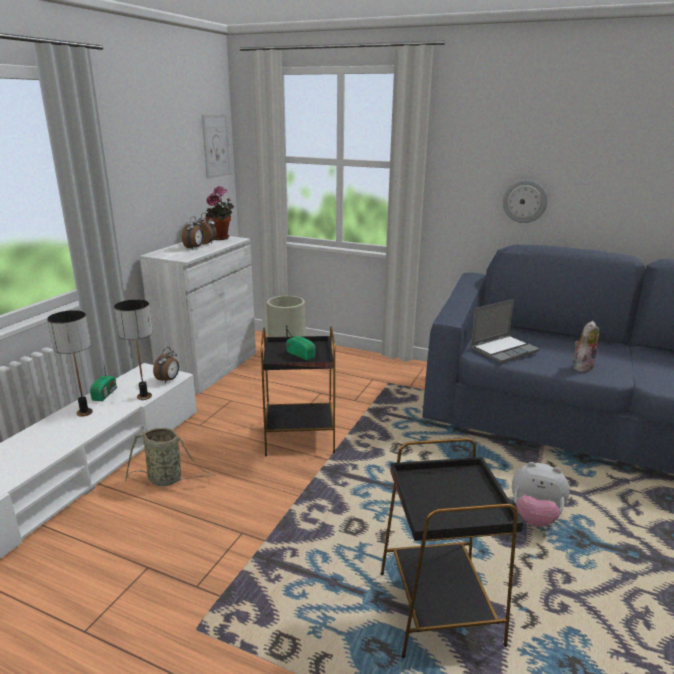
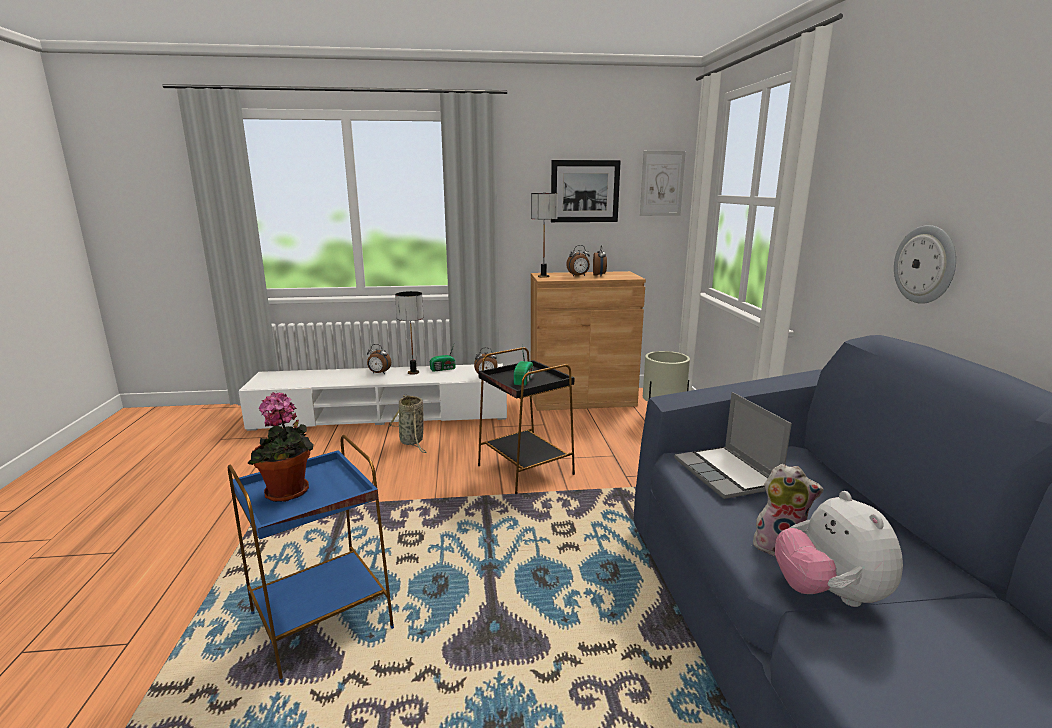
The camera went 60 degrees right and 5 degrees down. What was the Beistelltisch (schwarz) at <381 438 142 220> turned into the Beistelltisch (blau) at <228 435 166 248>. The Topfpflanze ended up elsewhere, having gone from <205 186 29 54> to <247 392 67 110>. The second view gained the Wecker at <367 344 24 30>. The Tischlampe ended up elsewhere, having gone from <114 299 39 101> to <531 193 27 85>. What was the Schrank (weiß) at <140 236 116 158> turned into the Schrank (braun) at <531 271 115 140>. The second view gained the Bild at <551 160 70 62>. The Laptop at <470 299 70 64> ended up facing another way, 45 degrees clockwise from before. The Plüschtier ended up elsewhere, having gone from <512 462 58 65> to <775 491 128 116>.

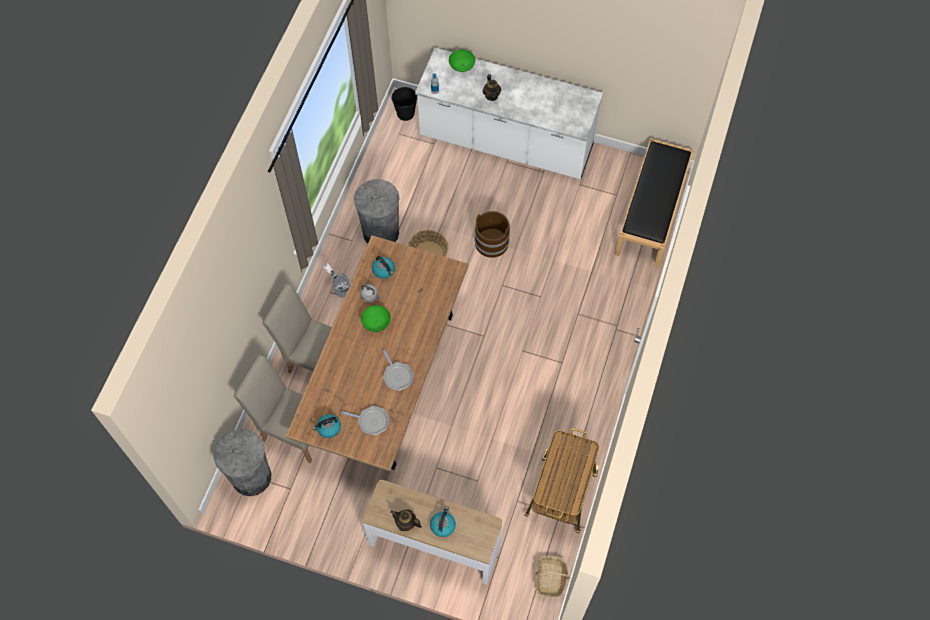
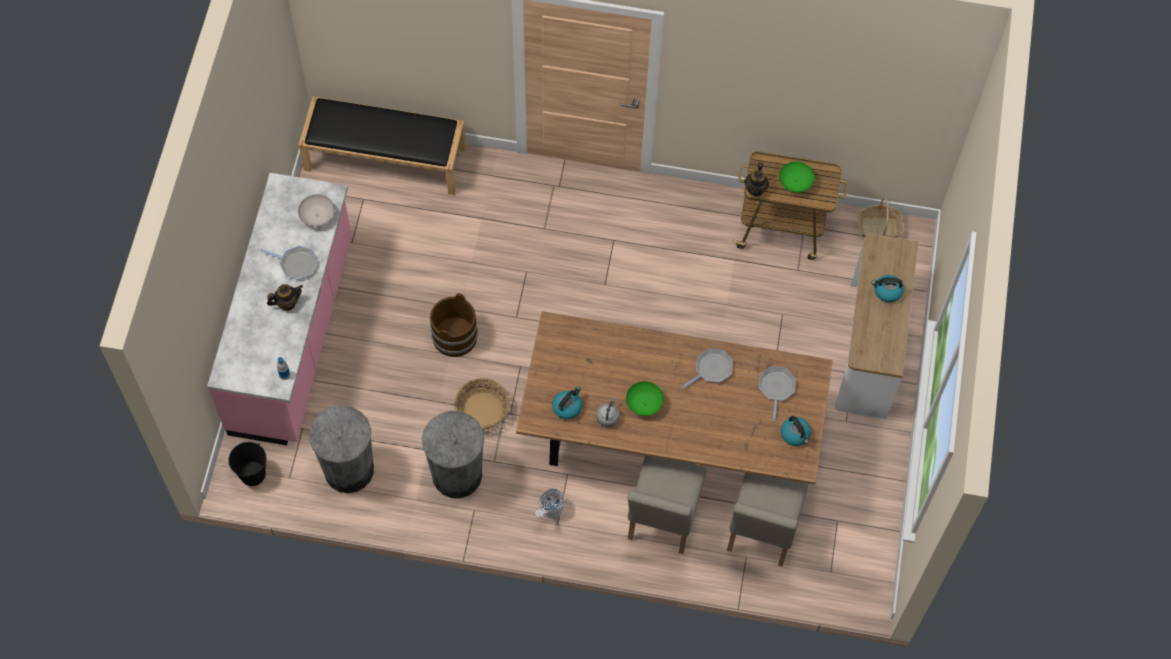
The camera went 100 degrees left and 0 degrees up. What was the Küchenzeile (weiß) at <415 48 188 131> turned into the Küchenzeile (rosa) at <207 173 145 273>. The second view gained the Pfanne at <261 246 57 34>. The second view gained the Schüssel (weiß) at <298 194 37 33>. The Mülleimer (grau) ended up elsewhere, having gone from <214 429 57 67> to <309 405 65 88>. The Teekanne ended up elsewhere, having gone from <391 509 31 22> to <744 162 25 34>. The Schüssel (grün) ended up elsewhere, having gone from <449 50 26 22> to <779 161 36 32>.

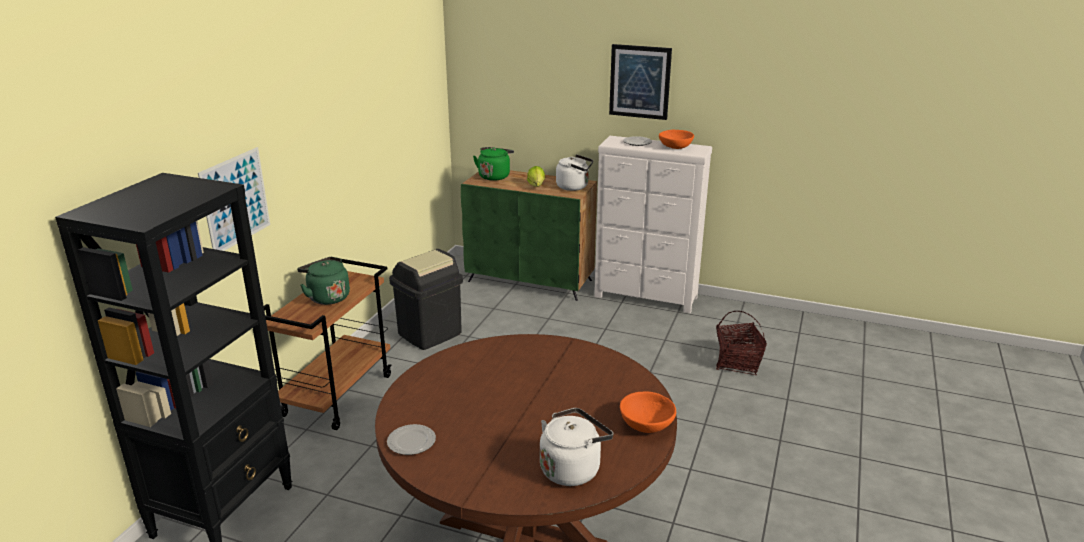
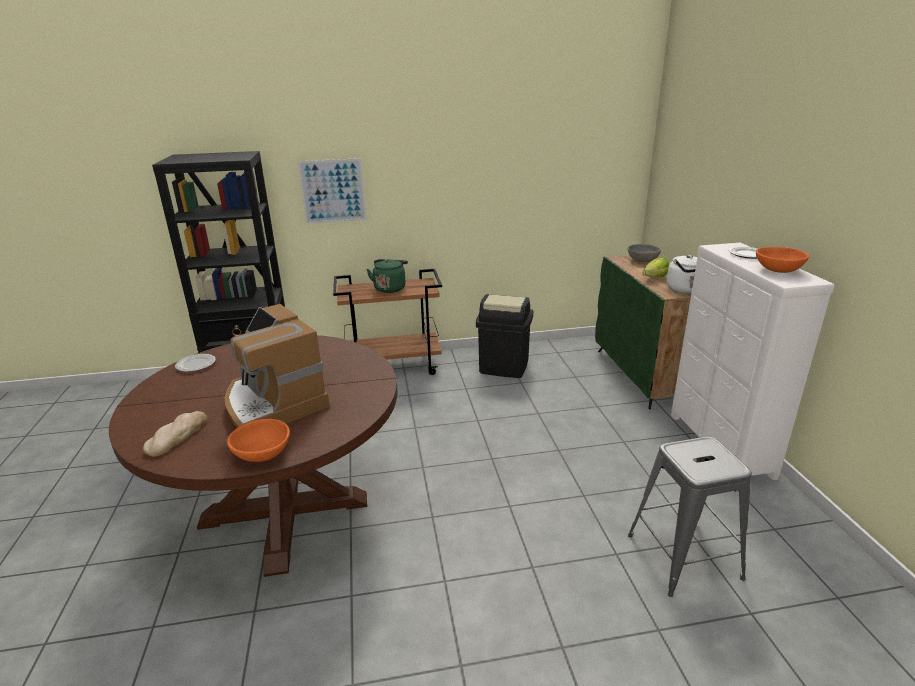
The camera went 60 degrees right and 0 degrees up. Where the Wasserkessel (weiß) stood at <540 408 73 78>, the Brot came to stand at <143 411 65 46>. The second view gained the Kaffeemaschine at <224 304 106 124>. Where the Wasserkessel (grün) stood at <473 147 41 34>, the Schüssel (grau) came to stand at <627 244 34 18>. Where the Korb stood at <716 311 51 64>, the Hocker (grau) came to stand at <628 437 124 160>. The second view lost the Bild at <609 44 63 76>.

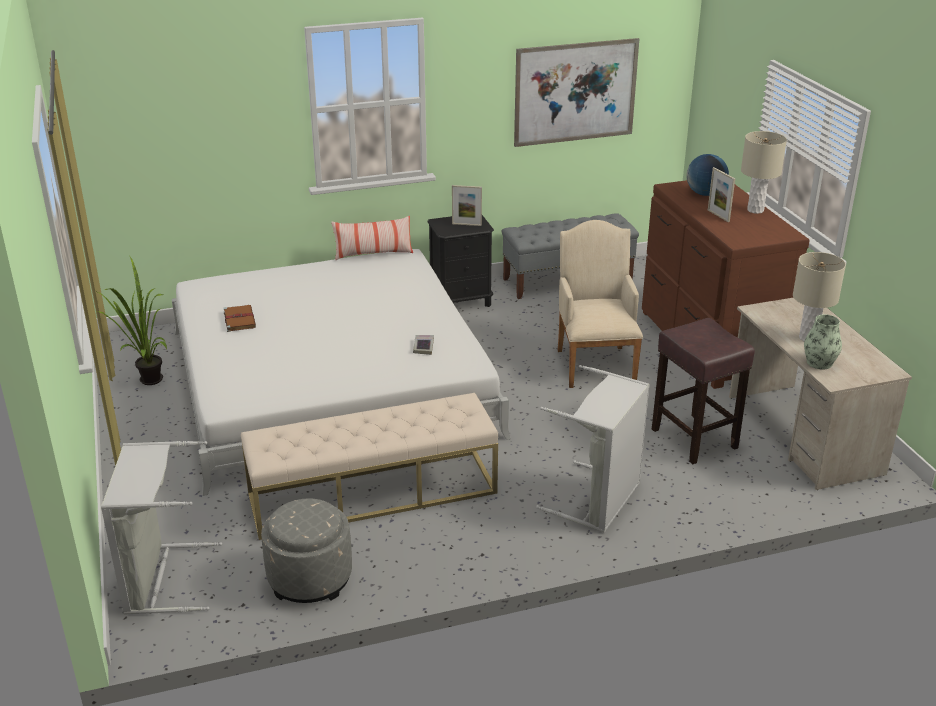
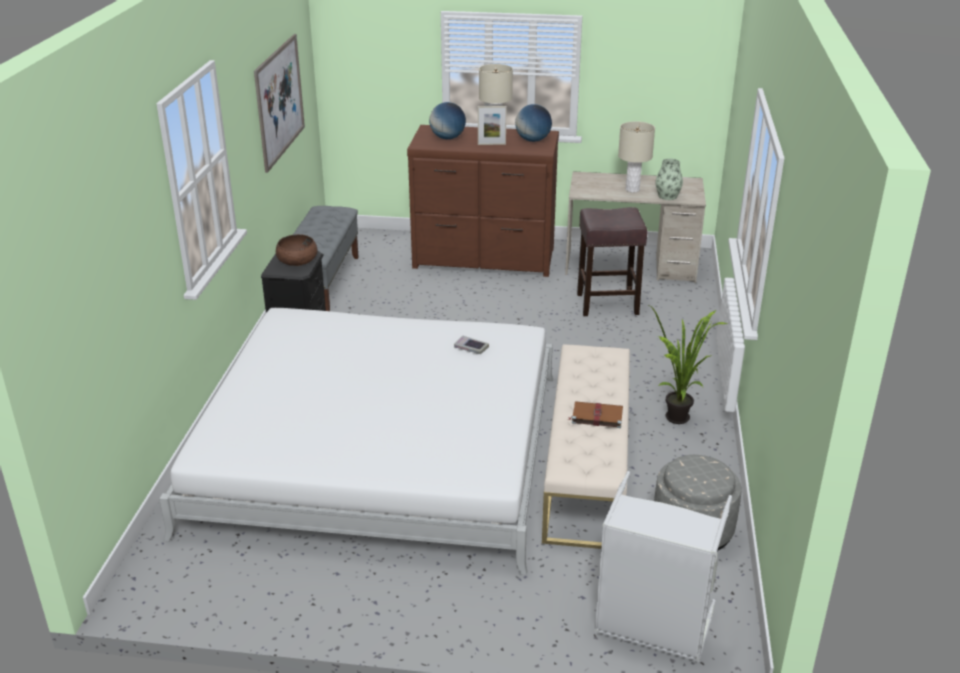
The camera went 65 degrees left and 0 degrees up. Where the Bilderrahmen stood at <452 185 30 41>, the Schüssel (braun) came to stand at <276 234 41 32>. The second view gained the Globus at <515 104 37 38>. The Buch (braun) ended up elsewhere, having gone from <223 305 33 27> to <568 401 55 27>. The Topfpflanze ended up elsewhere, having gone from <97 257 70 128> to <649 305 79 119>. The second view lost the Kissen at <331 216 82 44>. The second view lost the Wäschekorb (grau) at <536 365 114 168>. The second view lost the Sessel (beige) at <558 220 85 168>.

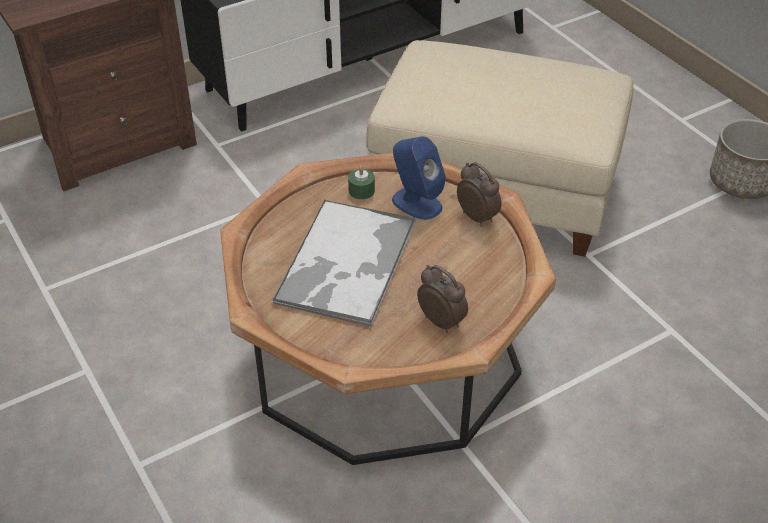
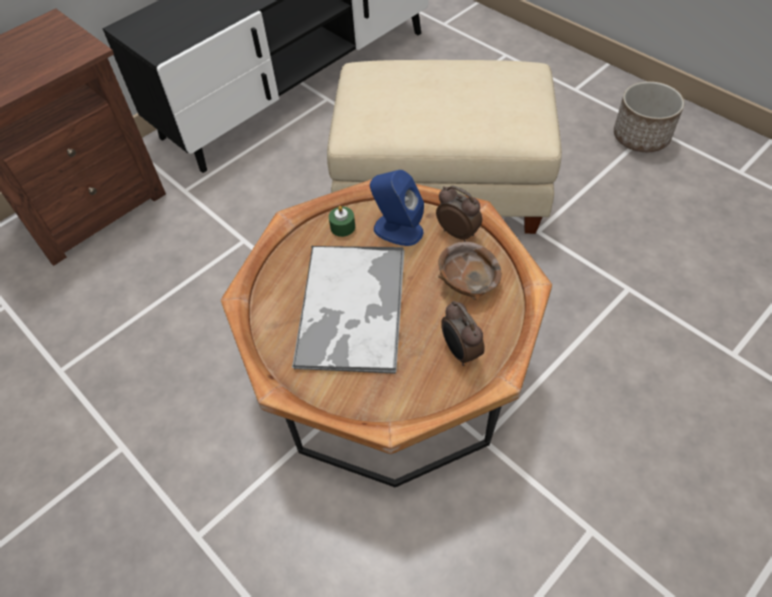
The camera went 10 degrees left and 10 degrees up. The second view gained the Schüssel (braun) at <438 242 64 58>. The Wecker at <417 265 51 68> ended up facing another way, 150 degrees counterclockwise from before.

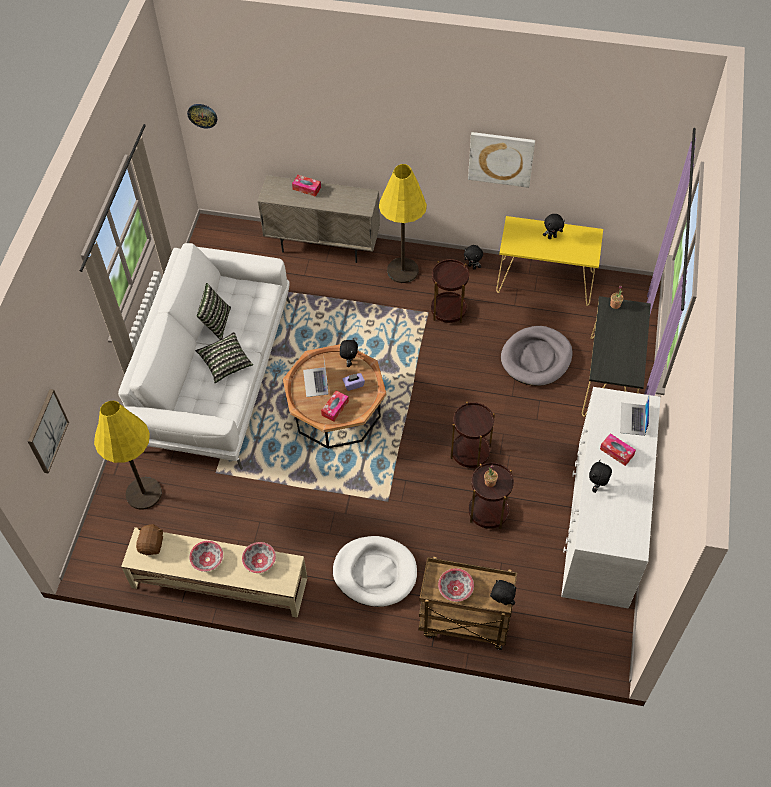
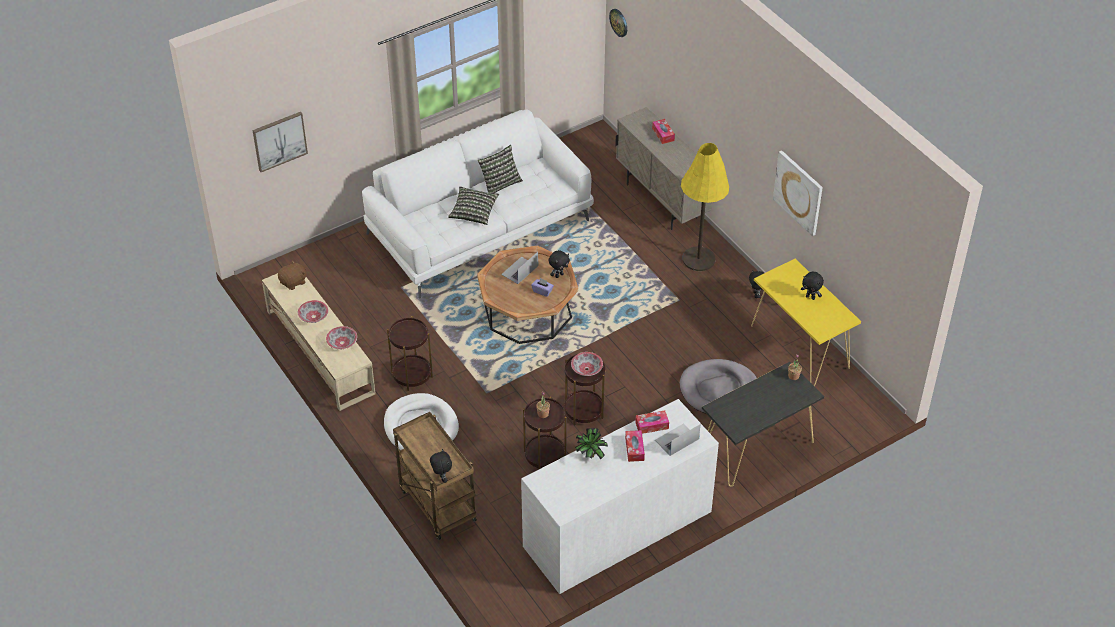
The camera went 45 degrees right and 10 degrees down. The Beistelltisch (braun) ended up elsewhere, having gone from <431 259 38 64> to <387 316 46 75>. The Schüssel ended up elsewhere, having gone from <438 568 36 34> to <571 352 32 24>. Where the Plüschtier (schwarz) stood at <589 460 23 33>, the Topfpflanze came to stand at <575 428 33 31>. The Taschentuchbox ended up elsewhere, having gone from <321 391 28 31> to <635 410 34 24>. The second view lost the Stehlampe (gelb) at <94 401 68 108>.

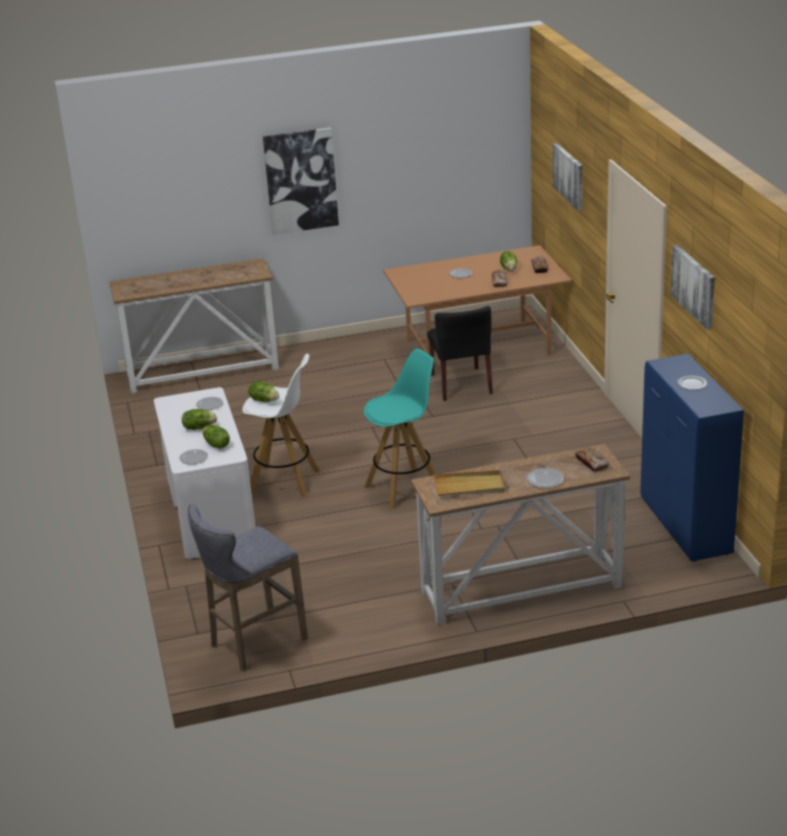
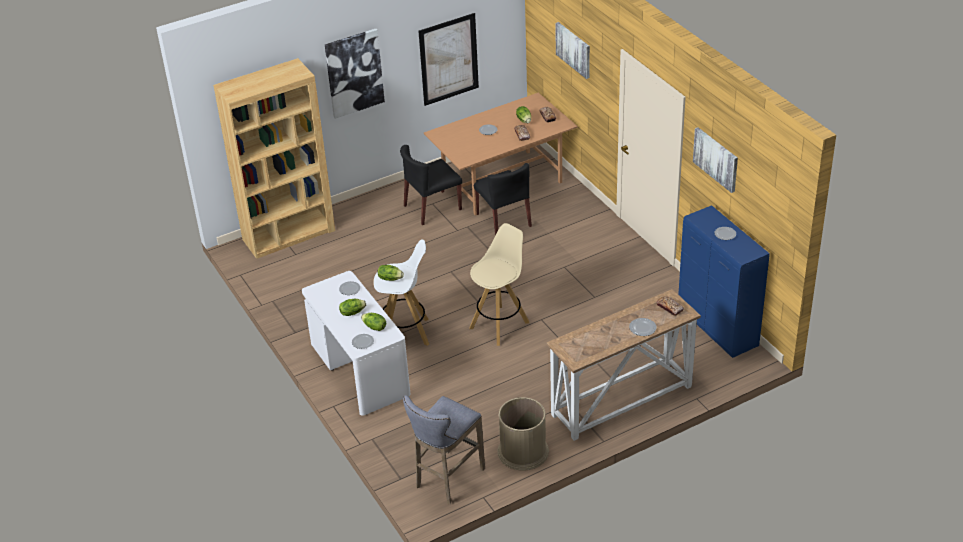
The camera went 15 degrees left and 10 degrees up. Where the Konsolentisch stood at <109 258 170 136>, the Bücherregal (braun) came to stand at <213 58 122 201>. The second view gained the Stuhl (schwarz) at <400 145 62 80>. The second view gained the Bild at <418 13 61 93>. What was the Hocker (türkis) at <364 349 72 160> turned into the Hocker (beige) at <469 223 60 123>. The second view gained the Mülleimer (braun) at <498 397 51 74>. The second view lost the Tablett (beige) at <434 470 72 26>.

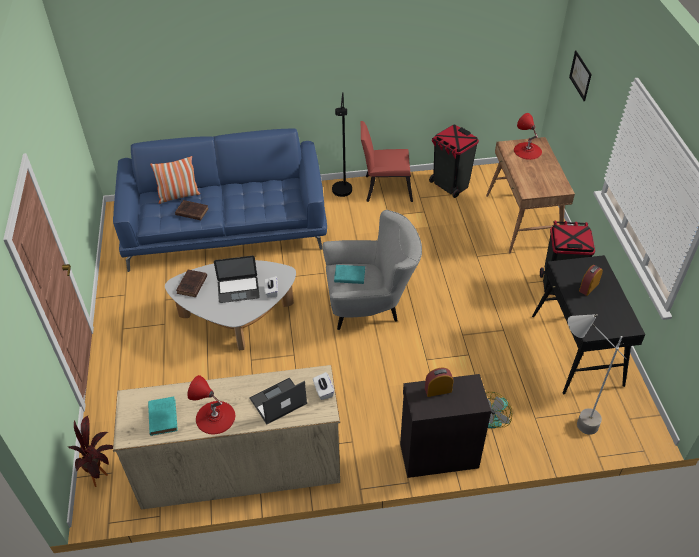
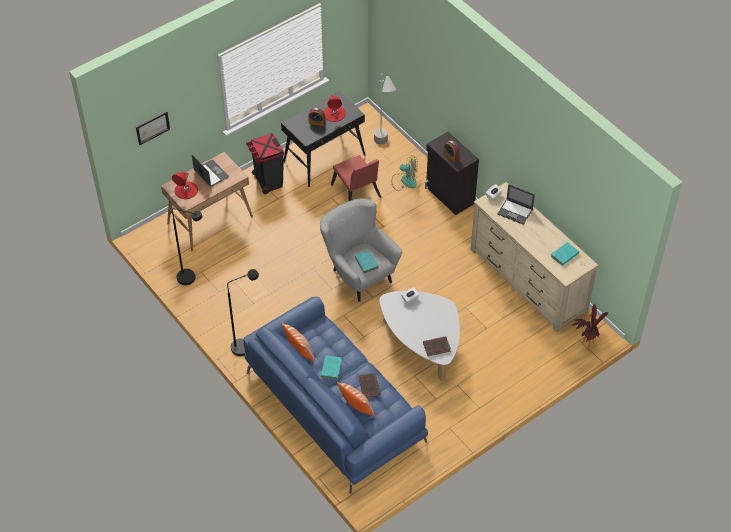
The camera went 120 degrees left and 5 degrees up. Where the Mülleimer (schwarz) stood at <429 125 50 73>, the Stehlampe (schwarz) came to stand at <172 208 30 77>. The Laptop ended up elsewhere, having gone from <214 256 46 47> to <192 155 37 32>. The second view gained the Kissen at <281 322 34 40>. The second view gained the Buch (türkis) at <321 355 21 25>. The Tischlampe (rot) ended up elsewhere, having gone from <187 375 48 59> to <324 95 22 27>. The Stuhl (rot) ended up elsewhere, having gone from <360 121 53 81> to <331 155 50 46>.

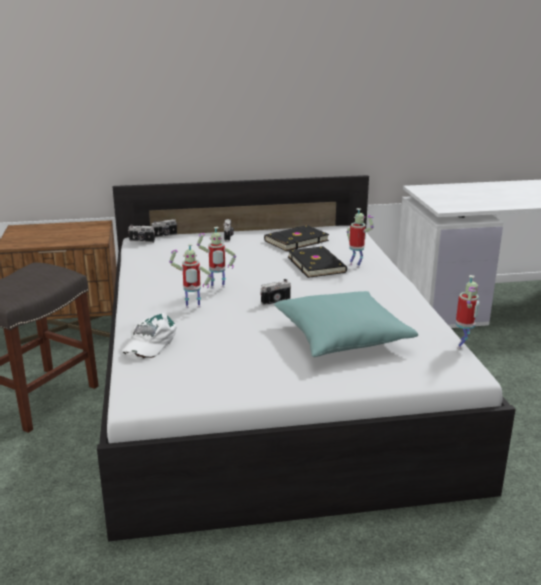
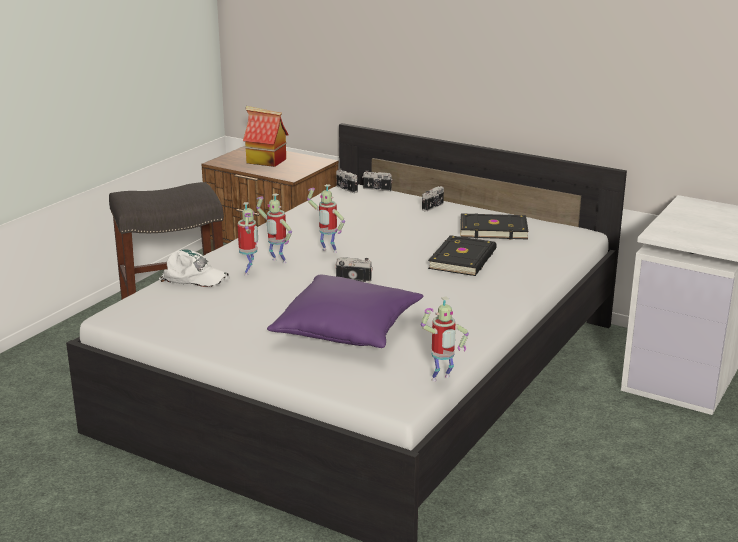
The camera went 40 degrees right and 0 degrees up. The Kappe (weiß) at <122 313 55 47> ended up facing another way, 135 degrees counterclockwise from before. The Spielzeugroboter ended up elsewhere, having gone from <346 208 28 60> to <237 202 21 74>. The second view gained the Spielzeughaus at <243 106 45 61>. What was the Kissen (türkis) at <274 291 144 66> turned into the Kissen (lila) at <267 275 156 73>.

